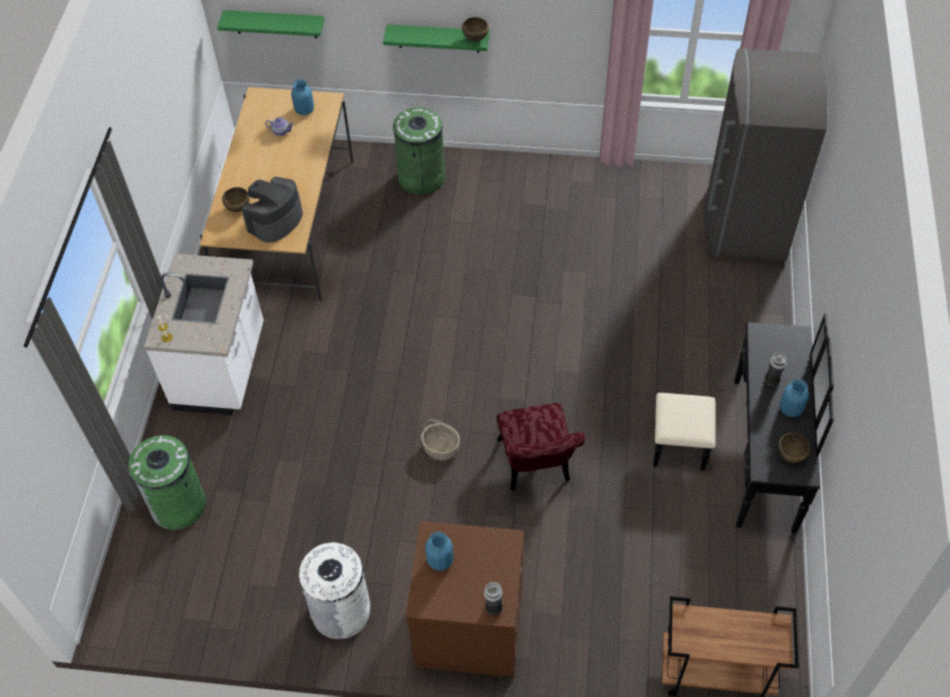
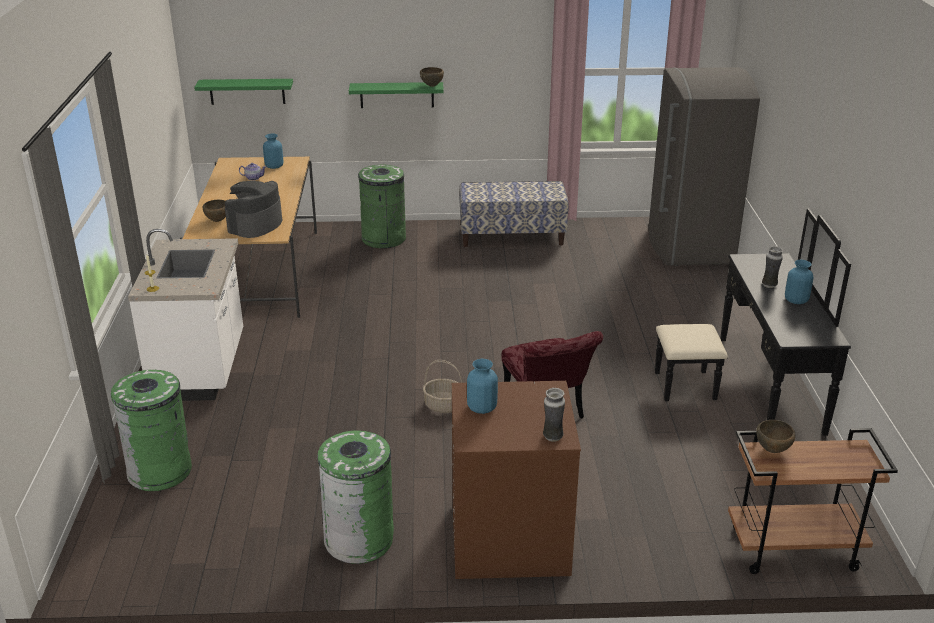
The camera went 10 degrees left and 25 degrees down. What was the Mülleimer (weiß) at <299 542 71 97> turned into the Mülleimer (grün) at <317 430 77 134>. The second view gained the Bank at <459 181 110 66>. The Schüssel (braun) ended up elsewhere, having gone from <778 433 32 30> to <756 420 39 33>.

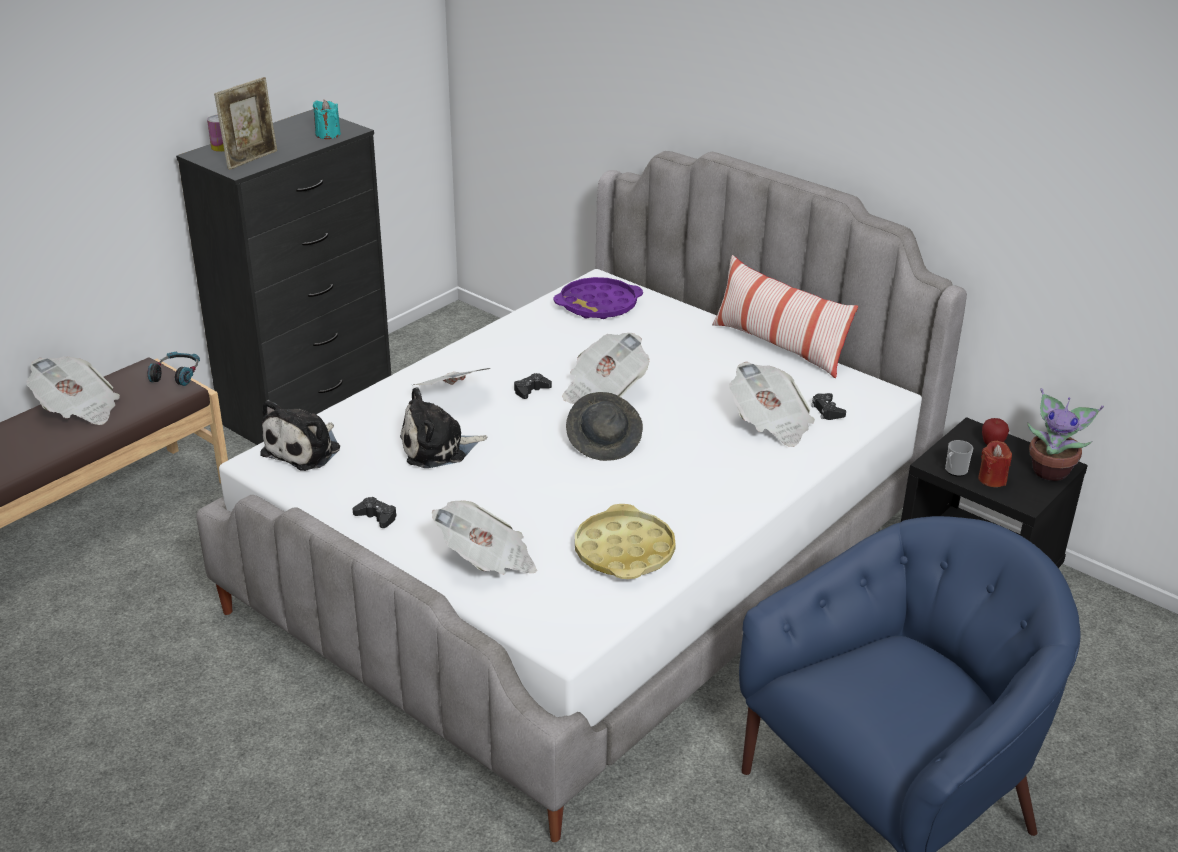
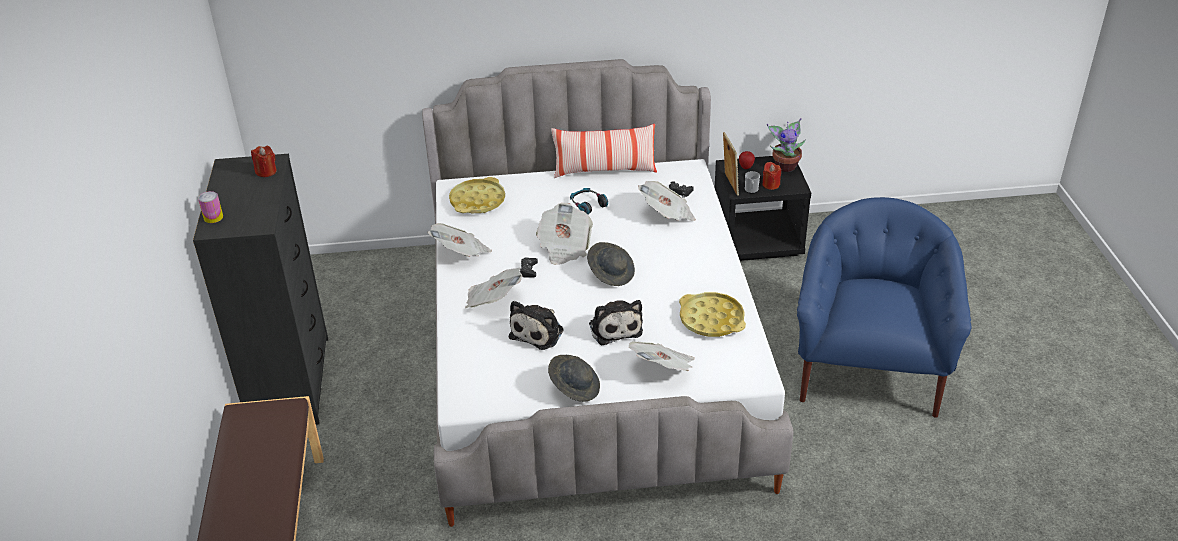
The camera went 45 degrees left and 5 degrees up. What was the Kerze (türkis) at <313 100 28 39> turned into the Kerze (rot) at <251 146 26 31>. The Zeitung ended up elsewhere, having gone from <26 357 94 68> to <427 223 65 34>. What was the Tablett (lila) at <553 277 90 42> turned into the Tablett (gelb) at <449 177 56 37>. Where the Gamepad (schwarz) stood at <353 497 44 31>, the Hut (grau) came to stand at <548 355 52 47>. The Kopfhörer ended up elsewhere, having gone from <148 352 52 34> to <570 188 38 26>. The Plüschtier ended up elsewhere, having gone from <260 400 80 71> to <589 300 54 45>. The Bilderrahmen ended up elsewhere, having gone from <214 77 63 93> to <723 132 16 64>.

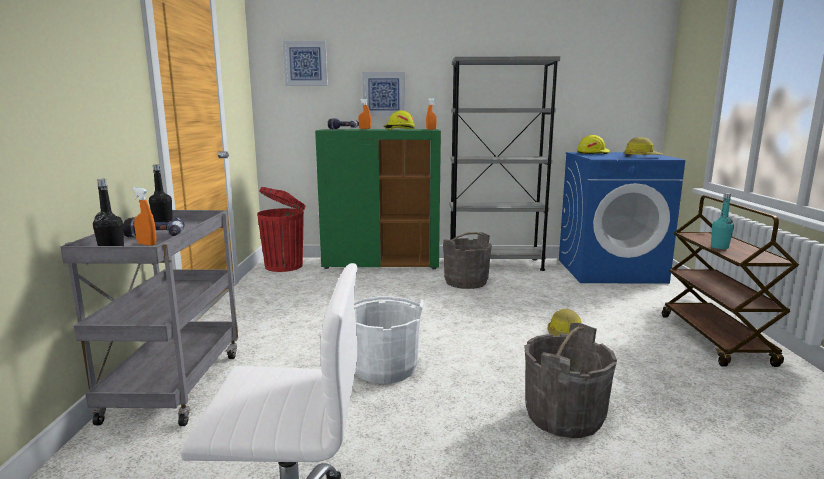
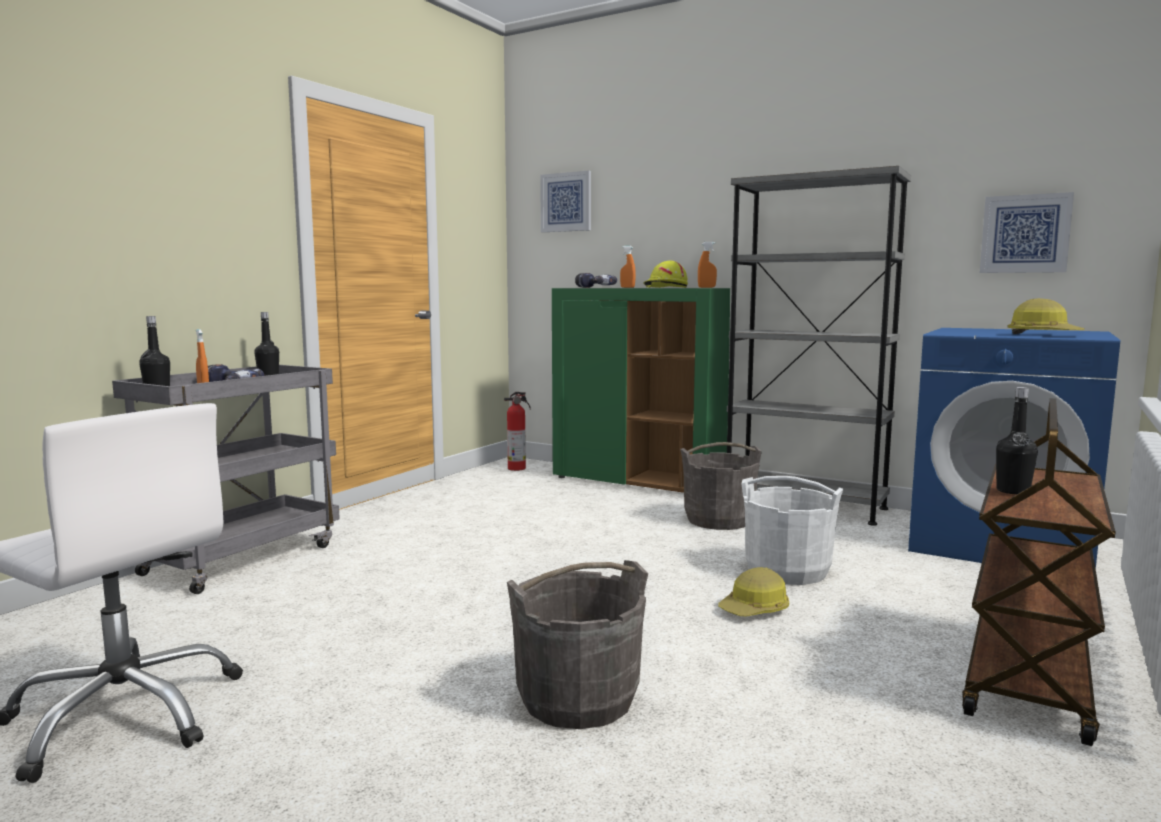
The camera went 30 degrees right and 5 degrees down. Where the Mülleimer (rot) stood at <257 187 49 85>, the Feuerlöscher came to stand at <504 392 27 79>. The Eimer (weiß) ended up elsewhere, having gone from <355 296 69 88> to <741 476 102 109>. The Bild ended up elsewhere, having gone from <362 72 43 44> to <980 192 94 81>. What was the Flasche (türkis) at <711 193 23 56> turned into the Flasche (schwarz) at <996 387 42 108>. The second view lost the Schutzhelm (gelb) at <577 135 33 19>.

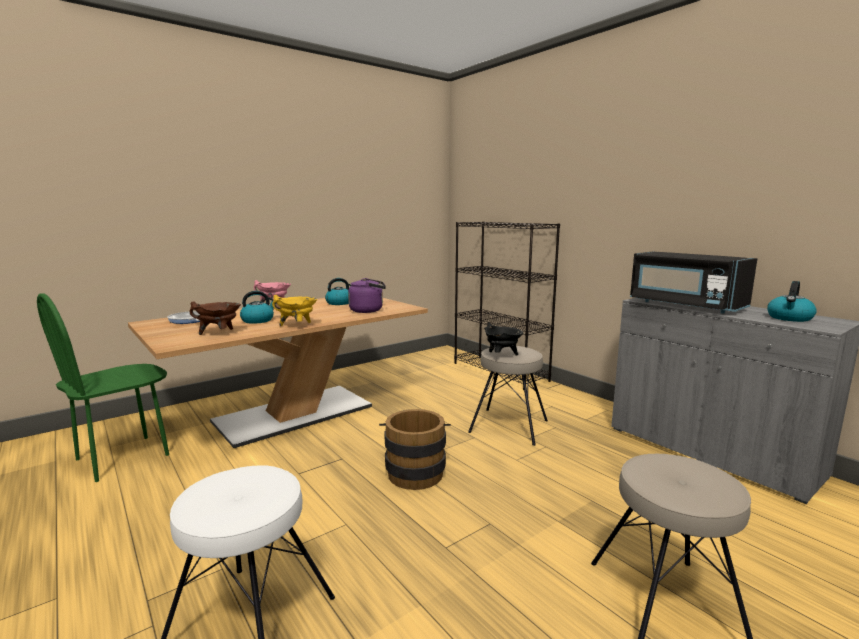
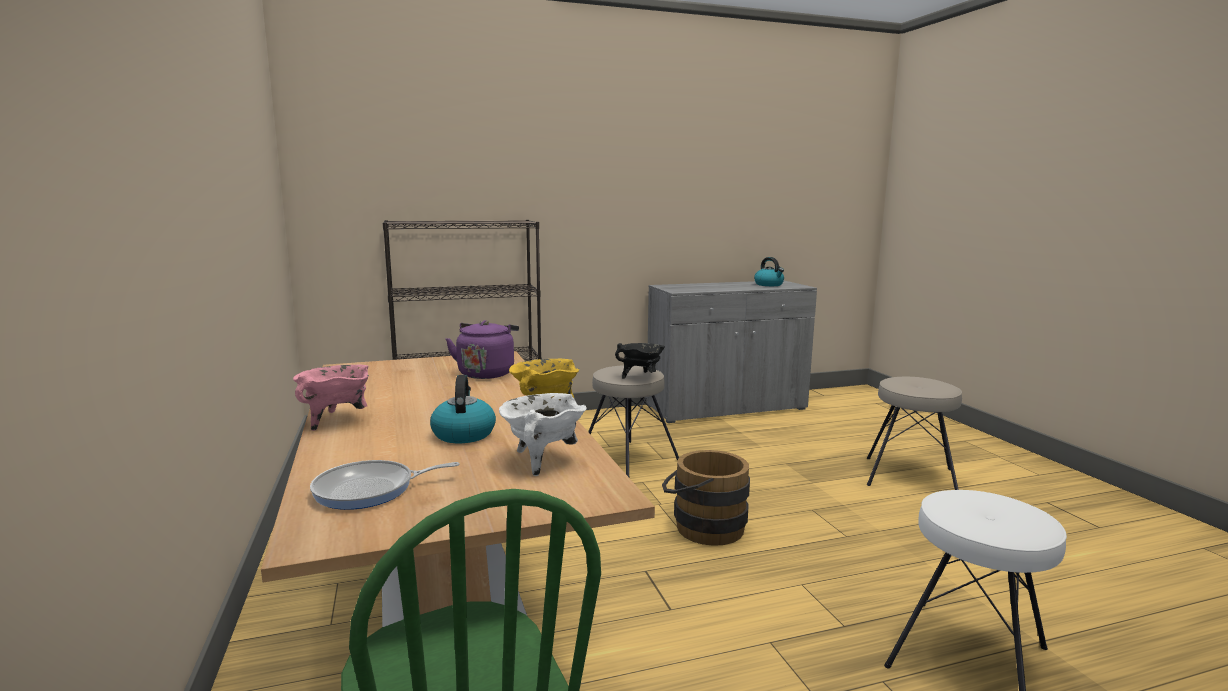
The camera went 70 degrees left and 0 degrees up. What was the Kochtopf (braun) at <190 301 51 34> turned into the Kochtopf (weiß) at <499 393 88 83>. The second view lost the Wasserkessel at <325 278 26 27>. The second view lost the Mikrowelle (schwarz) at <630 252 127 62>.

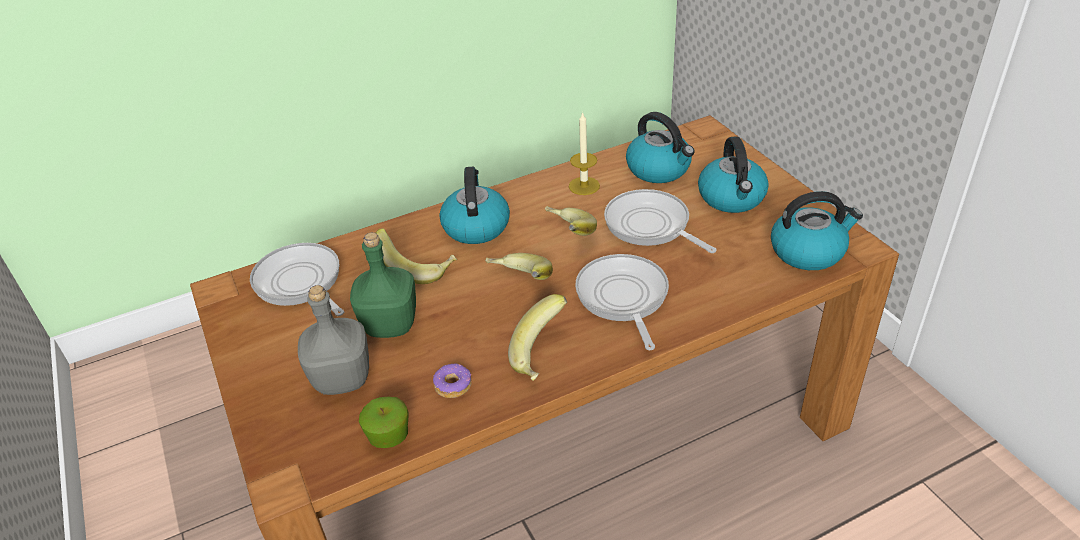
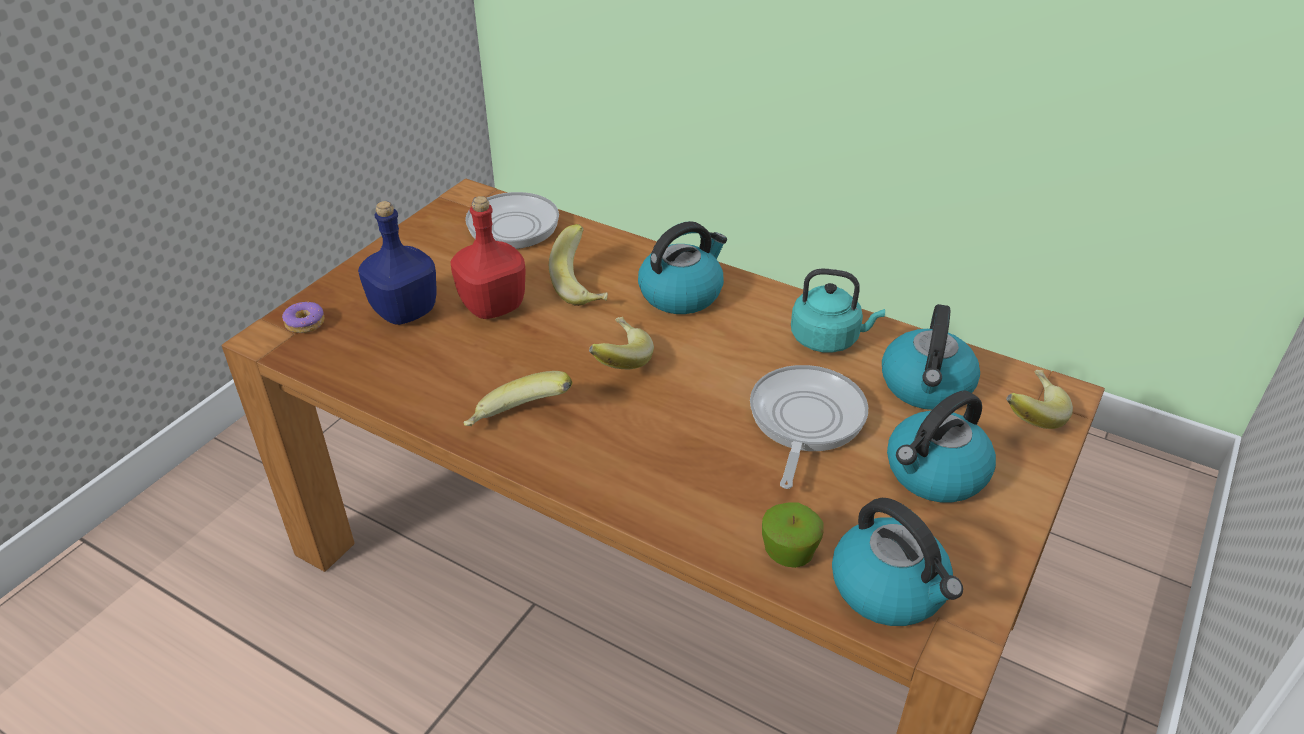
The camera went 55 degrees right and 0 degrees up. The Donut ended up elsewhere, having gone from <433 364 39 34> to <282 302 42 31>. What was the Flasche (grau) at <298 285 71 110> turned into the Flasche (blau) at <358 201 79 124>. What was the Flasche (grün) at <350 232 66 106> turned into the Flasche (rot) at <451 196 75 123>. The Apfel ended up elsewhere, having gone from <359 397 49 51> to <762 502 62 66>. Where the Kerze stood at <569 111 31 84>, the Wasserkessel (türkis) came to stand at <791 269 94 84>. The Banane ended up elsewhere, having gone from <545 206 52 30> to <1006 370 67 59>. The second view lost the Pfanne at <575 254 94 96>.

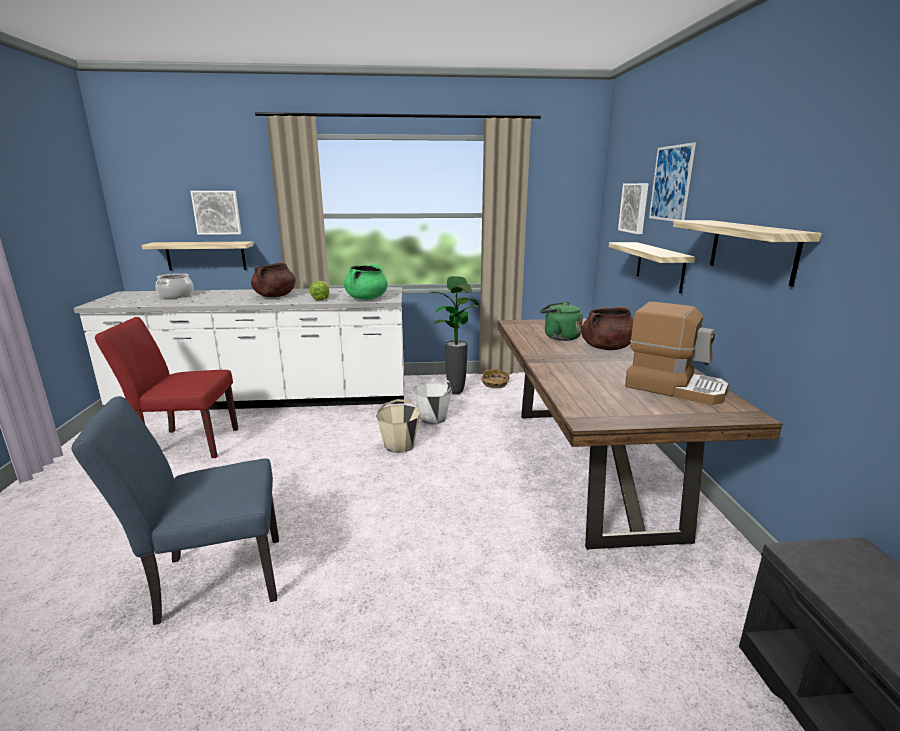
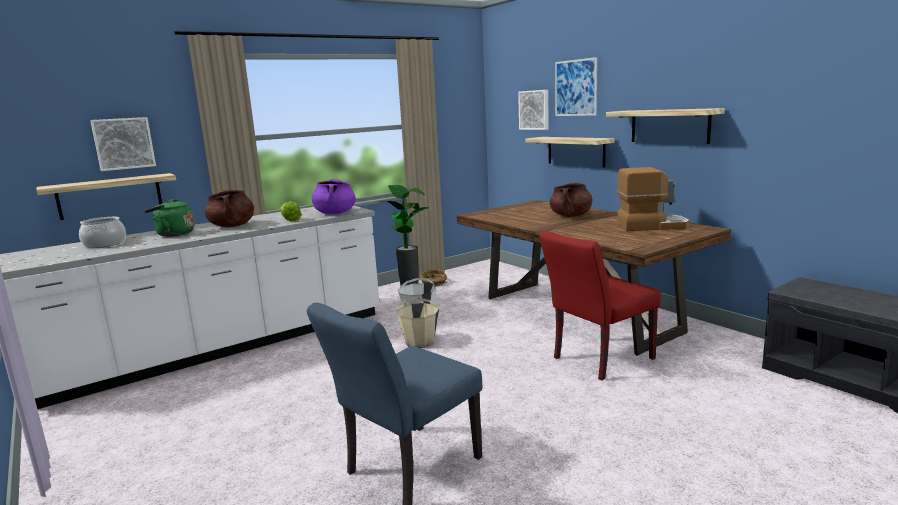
The camera went 30 degrees left and 5 degrees down. The Wasserkessel (grün) ended up elsewhere, having gone from <540 302 43 39> to <144 199 50 38>. What was the Kochtopf (grün) at <344 264 44 36> turned into the Kochtopf (lila) at <311 179 45 35>. The Stuhl (rot) ended up elsewhere, having gone from <95 317 143 141> to <540 231 121 150>.

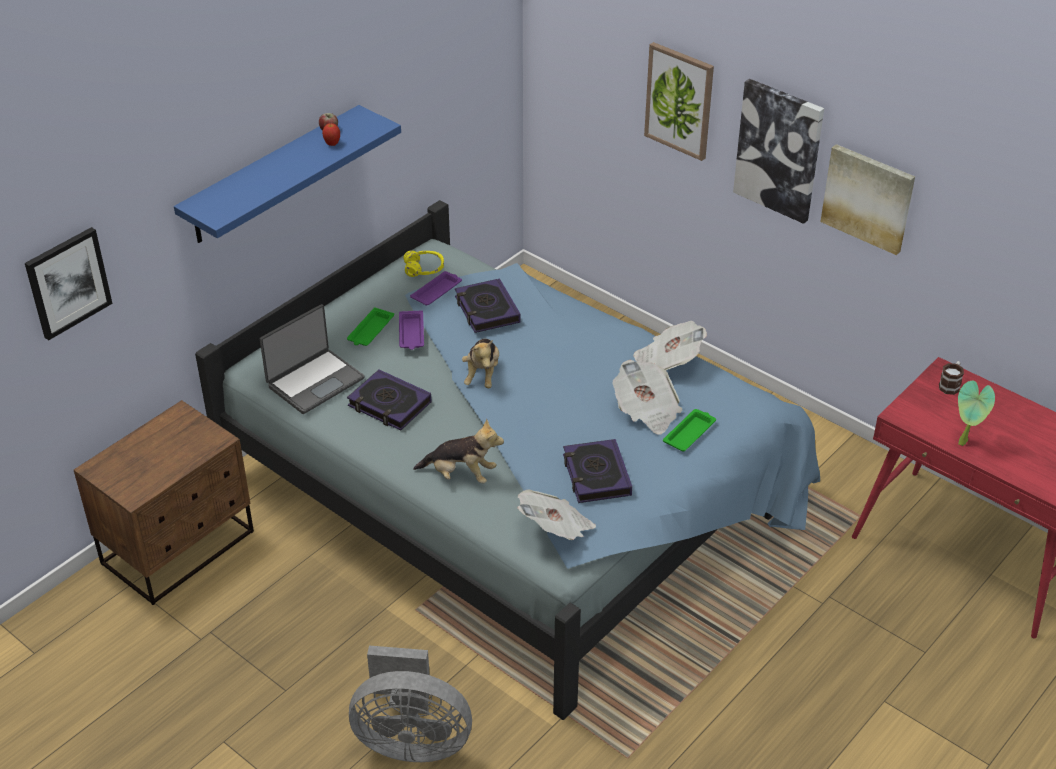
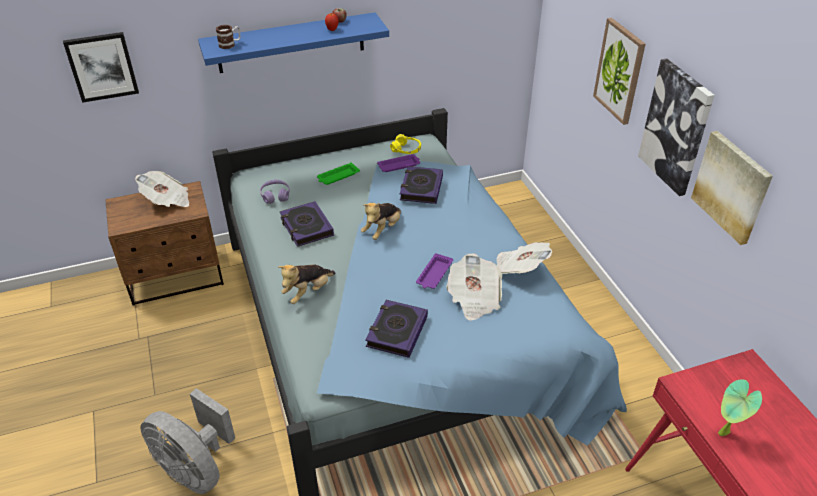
The camera went 30 degrees right and 0 degrees up. The Zeitung ended up elsewhere, having gone from <517 489 79 51> to <135 171 54 36>. The Henkelbecher ended up elsewhere, having gone from <939 361 25 34> to <216 25 24 24>. Where the Laptop stood at <260 304 104 110>, the Kopfhörer (lila) came to stand at <260 180 30 24>. The Plüschtier at <413 418 91 65> ended up facing another way, 90 degrees clockwise from before. The Tablett (lila) ended up elsewhere, having gone from <399 310 25 40> to <416 253 37 36>. The second view lost the Tablett (grün) at <663 409 53 42>.

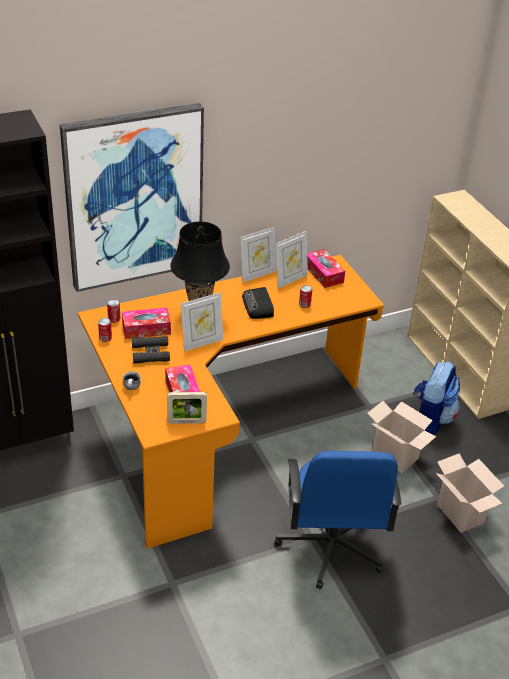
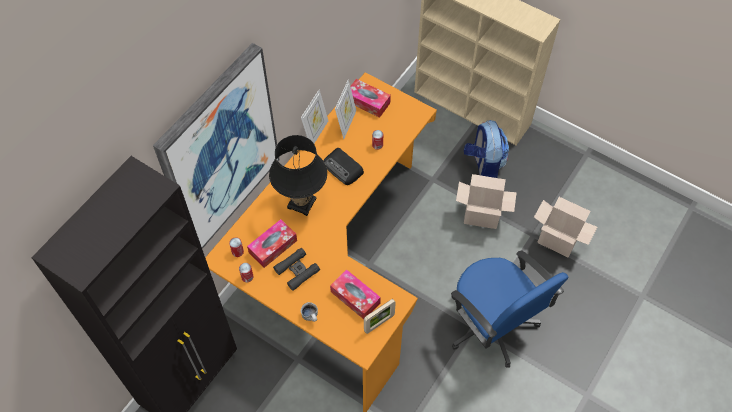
The camera went 30 degrees left and 20 degrees up. The second view lost the Bilderrahmen at <181 292 42 59>.

